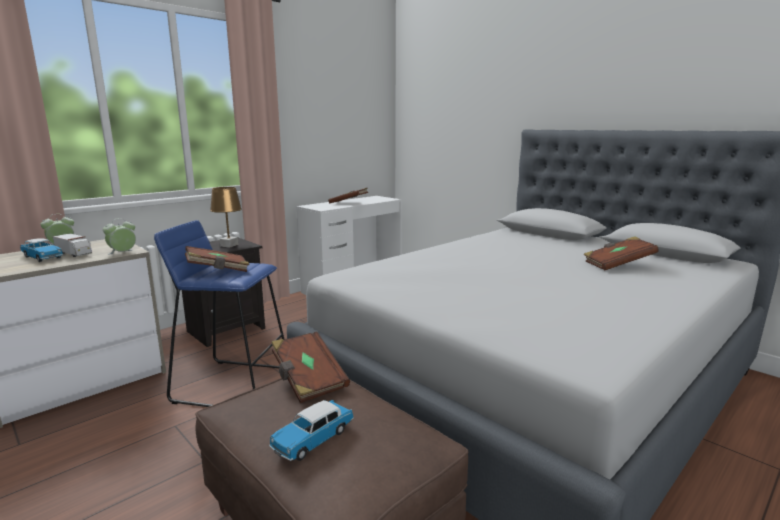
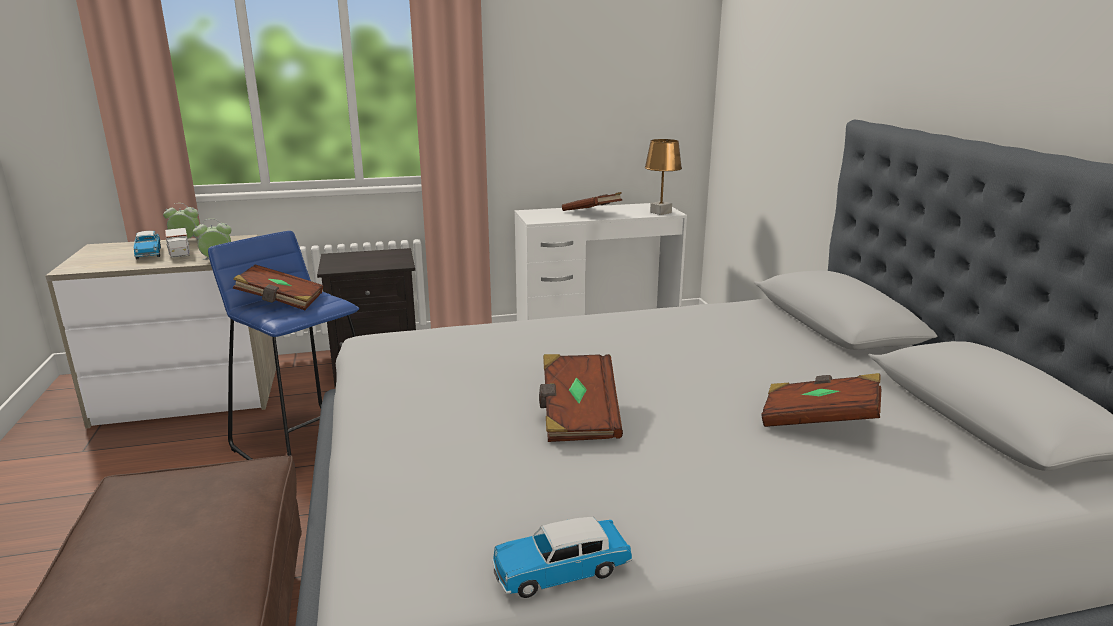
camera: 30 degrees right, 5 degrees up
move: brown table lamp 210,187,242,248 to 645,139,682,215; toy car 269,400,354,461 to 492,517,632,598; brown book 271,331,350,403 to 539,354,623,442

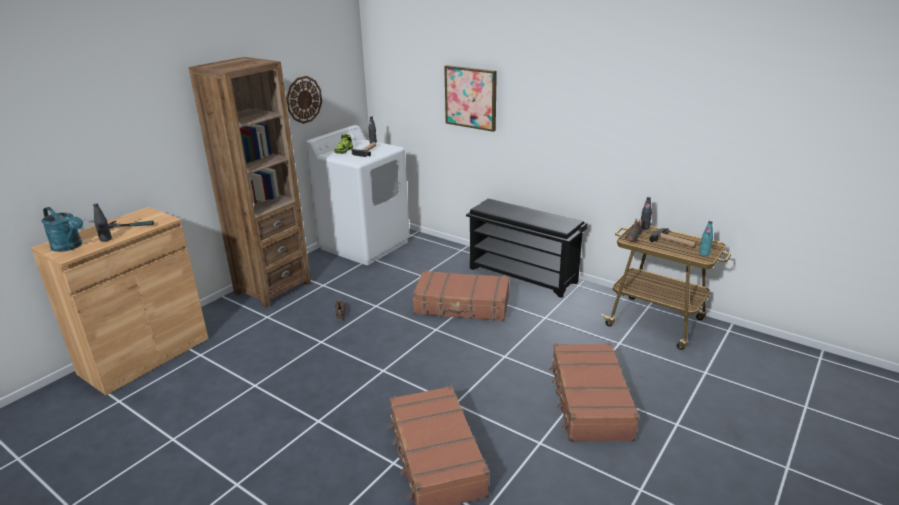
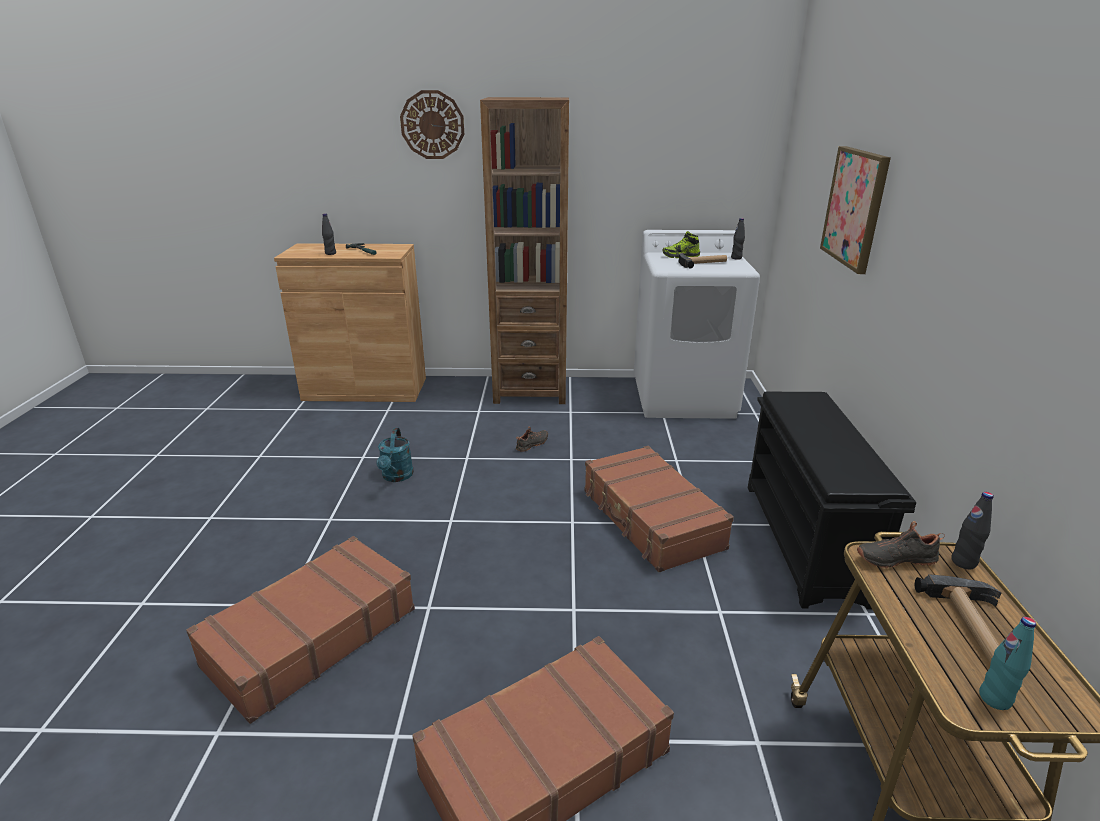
camera: 55 degrees right, 0 degrees up
move: turquoise watering can 41,207,83,252 to 376,428,414,482; wall clock 286,76,322,124 to 400,90,464,159

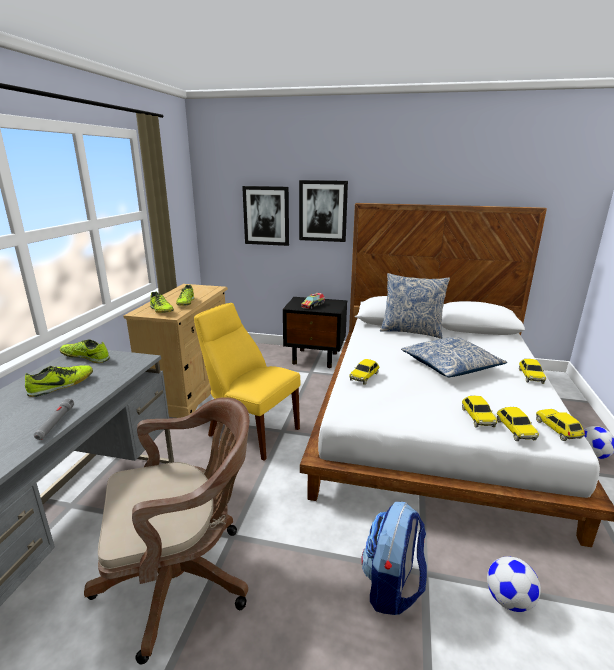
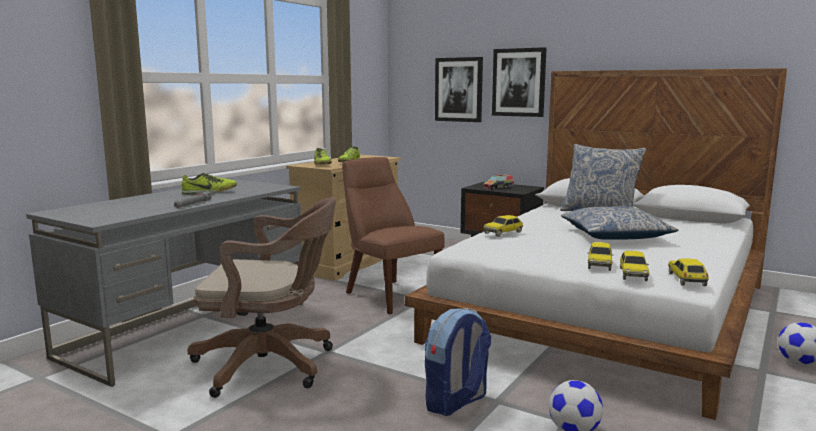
camera: 20 degrees right, 10 degrees down
delete: shoe 60,340,110,363; toy car 519,359,546,384
recolor: yellow chair 194,303,300,461 to brown chair 342,157,445,314

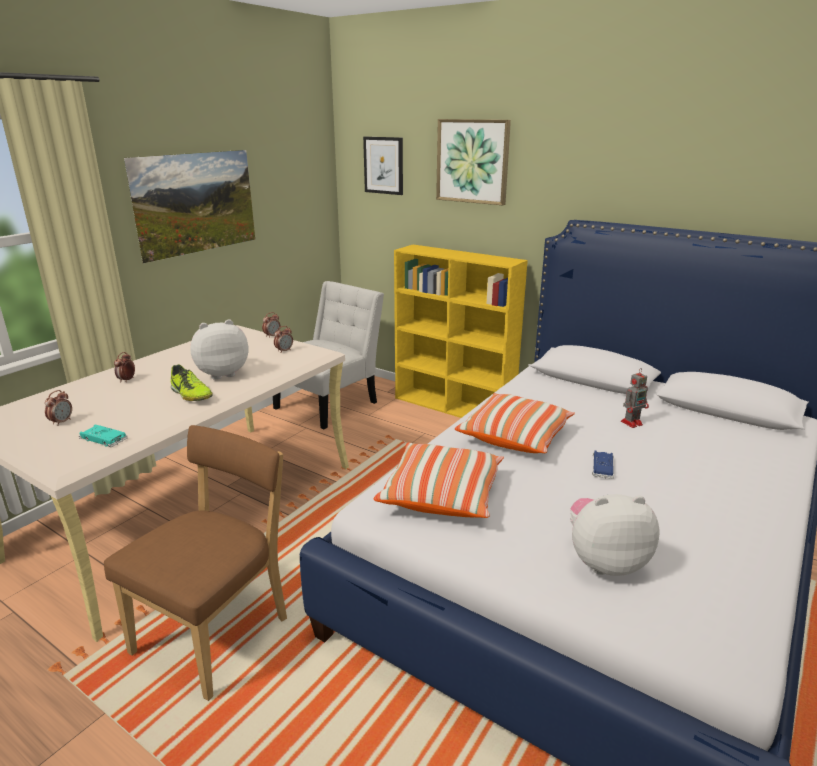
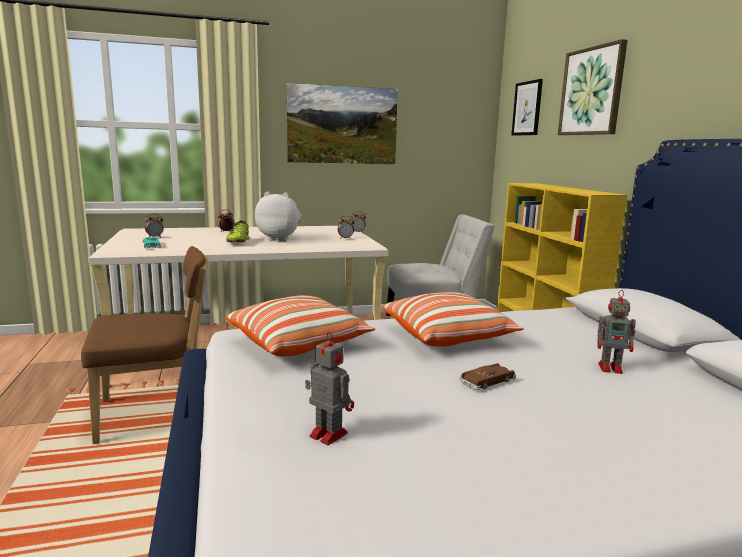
camera: 40 degrees right, 10 degrees down
replace: plush toy 570,494,659,576 to toy robot 305,331,354,445
recolor: blue toy car 592,450,614,479 to brown toy car 459,363,516,390

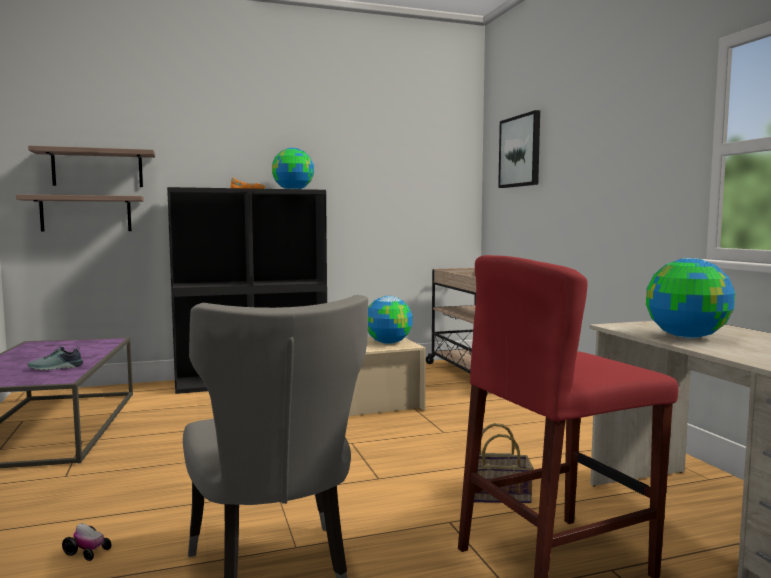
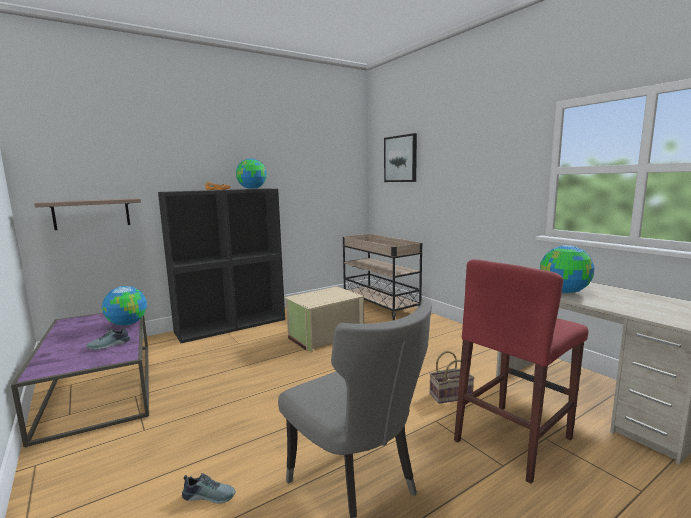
camera: 15 degrees left, 5 degrees up
delete: shelf 28,146,155,187
move: globe 368,296,412,344 to 102,286,147,326
replace: toy car 62,523,111,561 to shoe 182,473,235,504

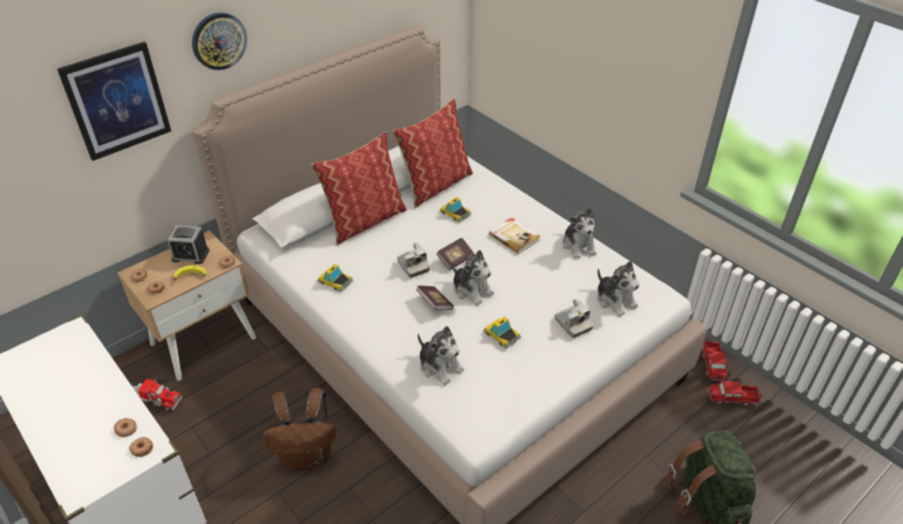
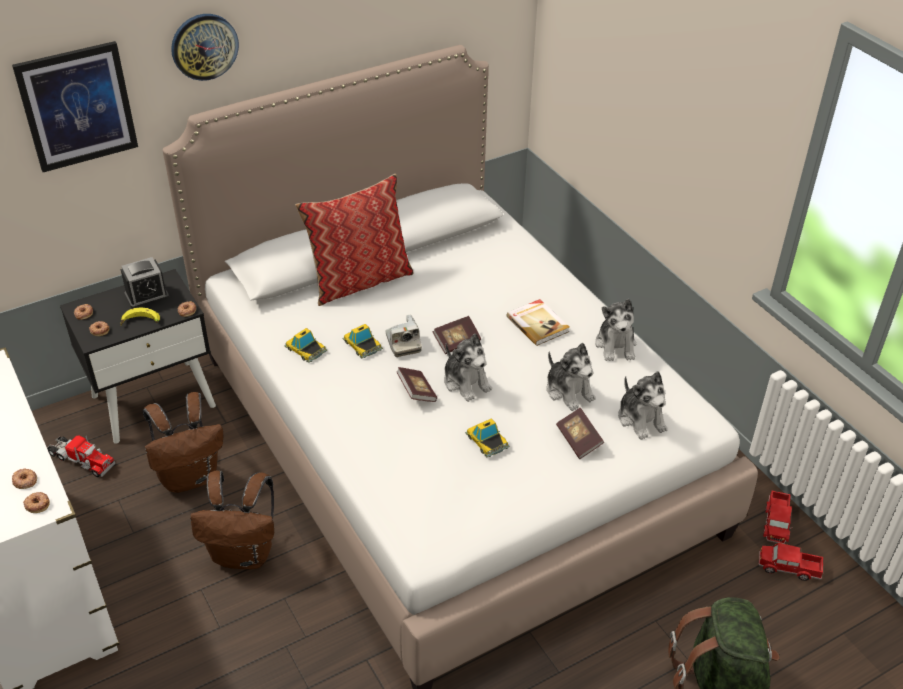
camera: 10 degrees right, 0 degrees up
delete: pillow 392,99,473,208
insert: brown backpack 143,392,223,493
move: plush toy 418,326,464,385 to 547,343,596,411; toy car 439,197,472,222 to 343,324,383,358
replace: photo camera 554,298,593,338 to book 556,408,604,459
recolor: beige nightstand 117,230,256,381 to black nightstand 60,269,216,444
rotate: alarm clock 167,225,210,264 = 121,257,169,309 45 degrees counterclockwise

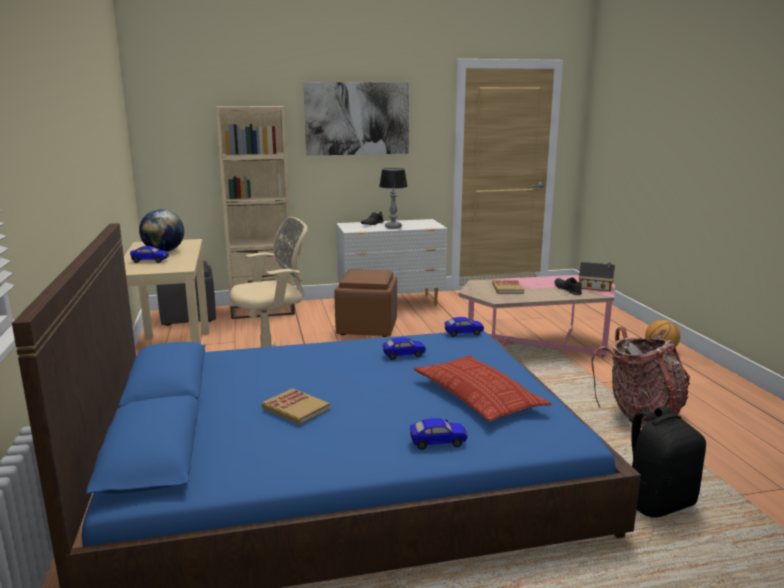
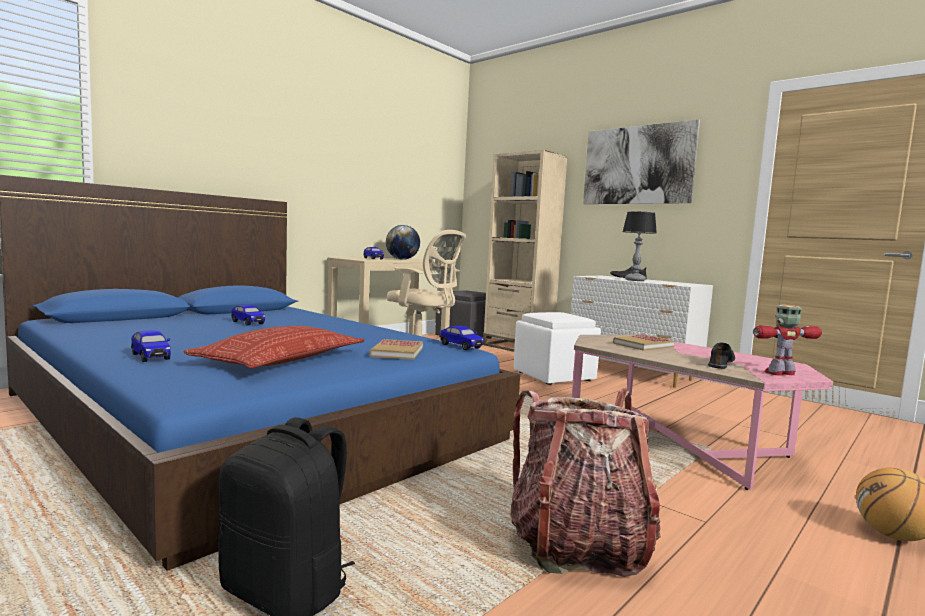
camera: 55 degrees right, 10 degrees down
move: book 262,388,330,425 to 370,339,423,360; toy car 383,337,426,360 to 231,305,265,326
replace: toy house 579,262,615,292 to toy robot 753,305,822,376
recolor: brown ottoman 334,269,397,337 to white ottoman 514,312,601,385

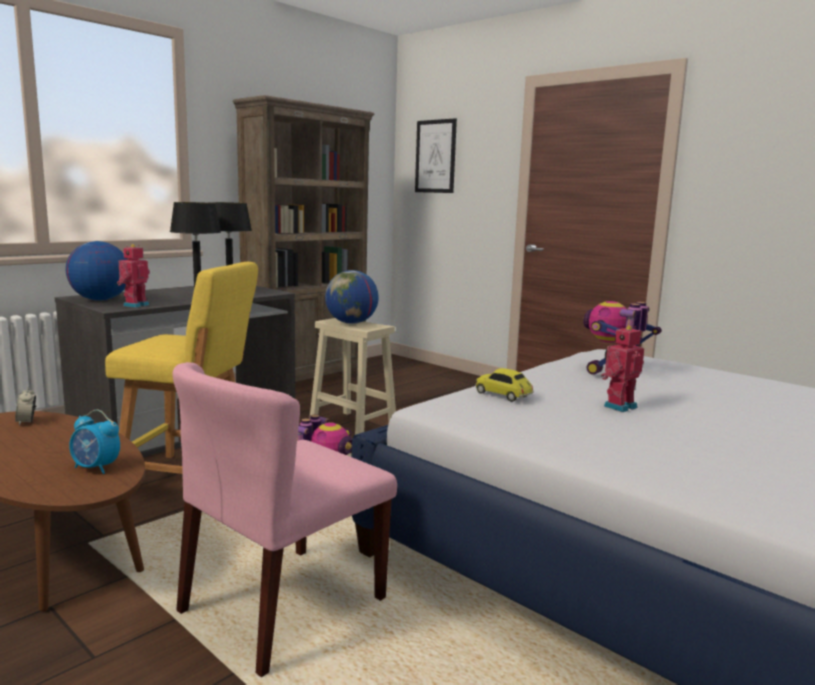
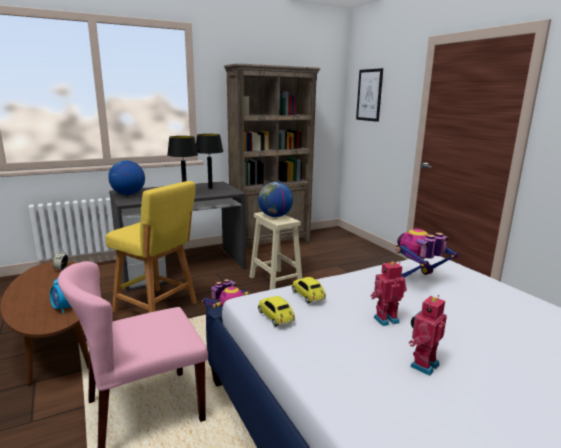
camera: 20 degrees right, 5 degrees up
insert: toy car 258,296,295,327
move: toy robot 117,244,150,308 to 409,295,447,376

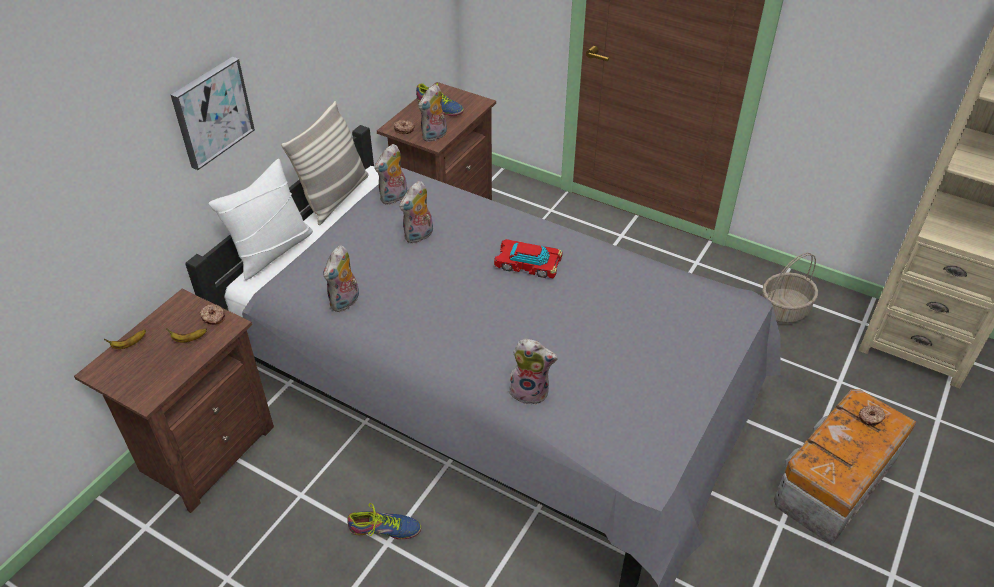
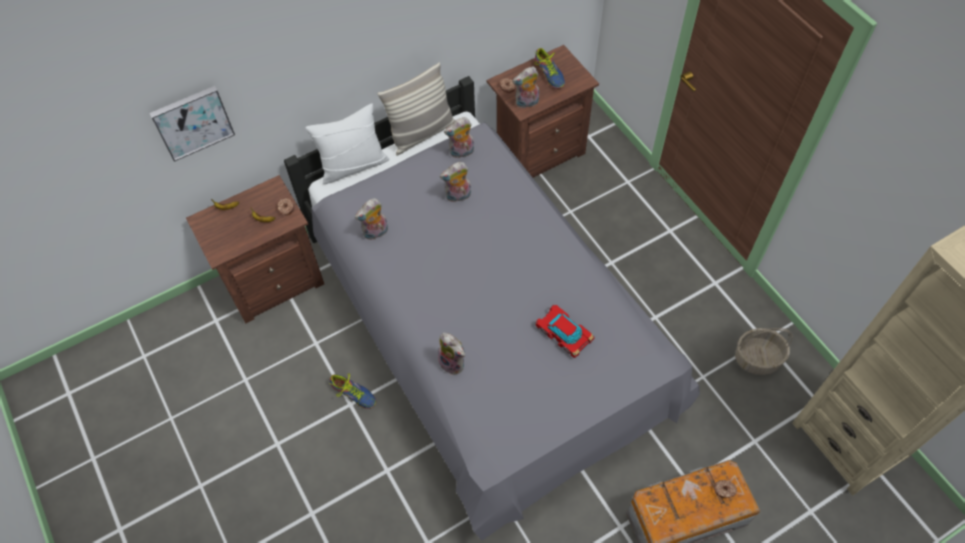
camera: 30 degrees right, 15 degrees up
move: picture 171,57,255,170 to 149,86,235,162; toy car 494,239,563,278 to 536,305,595,358

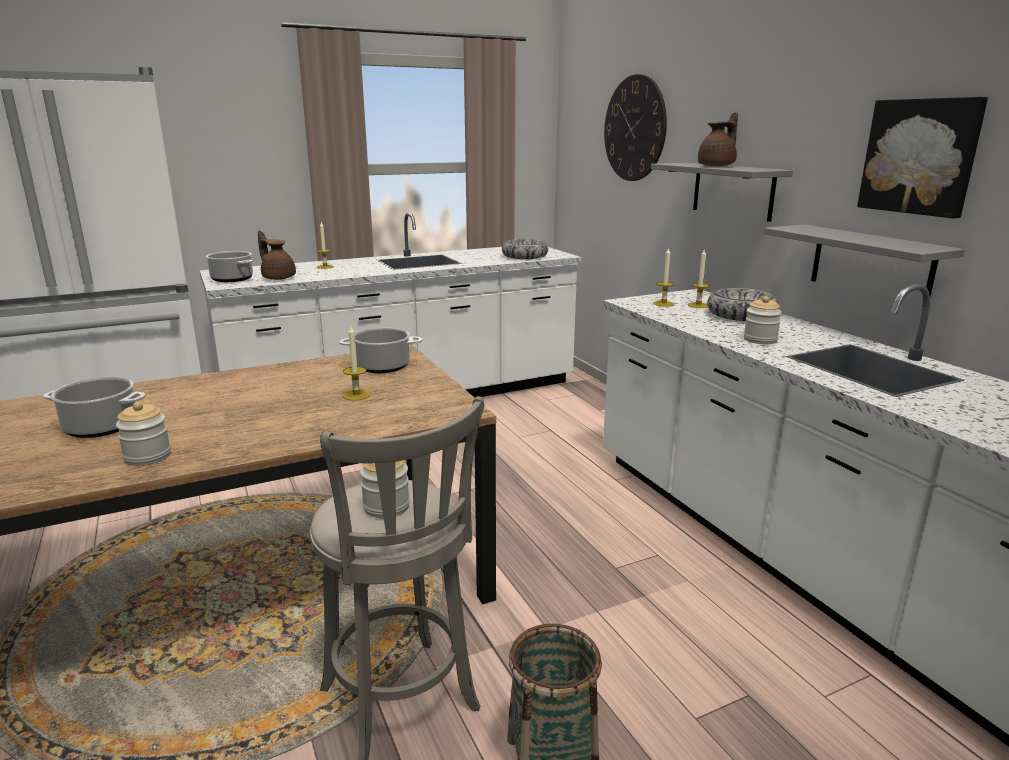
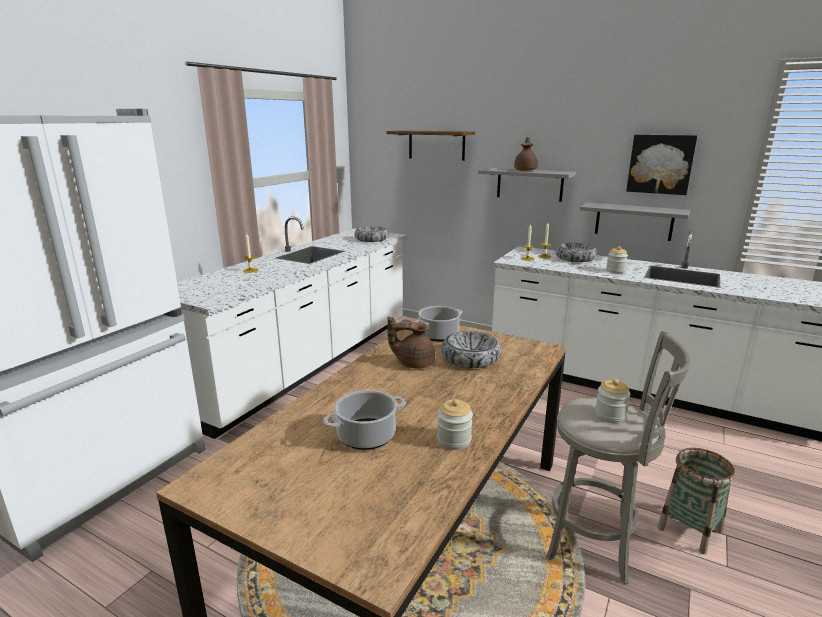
camera: 35 degrees left, 0 degrees up
delete: cooking pot 206,251,253,282
move: brown teapot 258,230,296,280 to 388,316,435,369
replace: candle 343,326,370,401 to bowl 441,331,501,368; wall clock 604,74,667,181 to shelf 387,130,475,161

